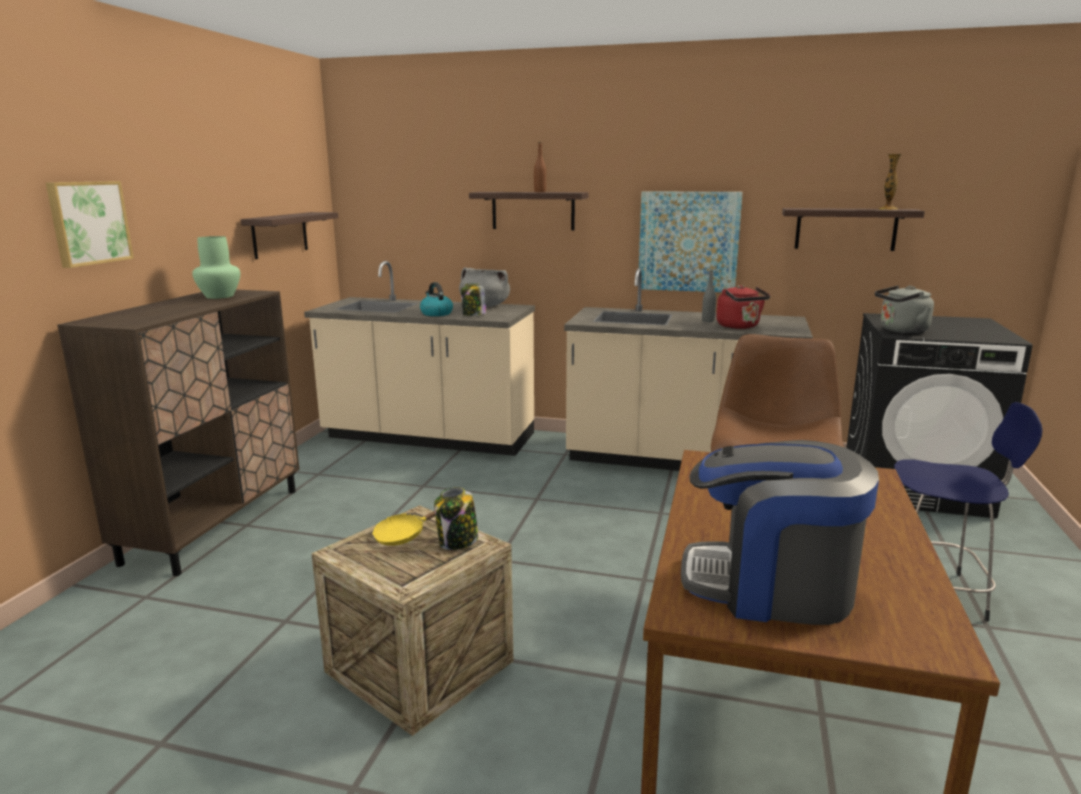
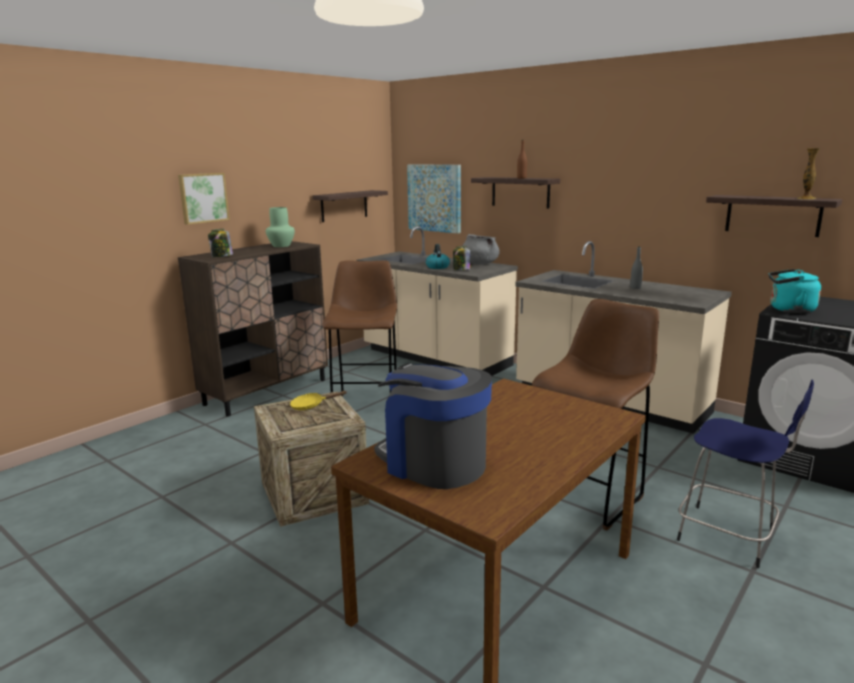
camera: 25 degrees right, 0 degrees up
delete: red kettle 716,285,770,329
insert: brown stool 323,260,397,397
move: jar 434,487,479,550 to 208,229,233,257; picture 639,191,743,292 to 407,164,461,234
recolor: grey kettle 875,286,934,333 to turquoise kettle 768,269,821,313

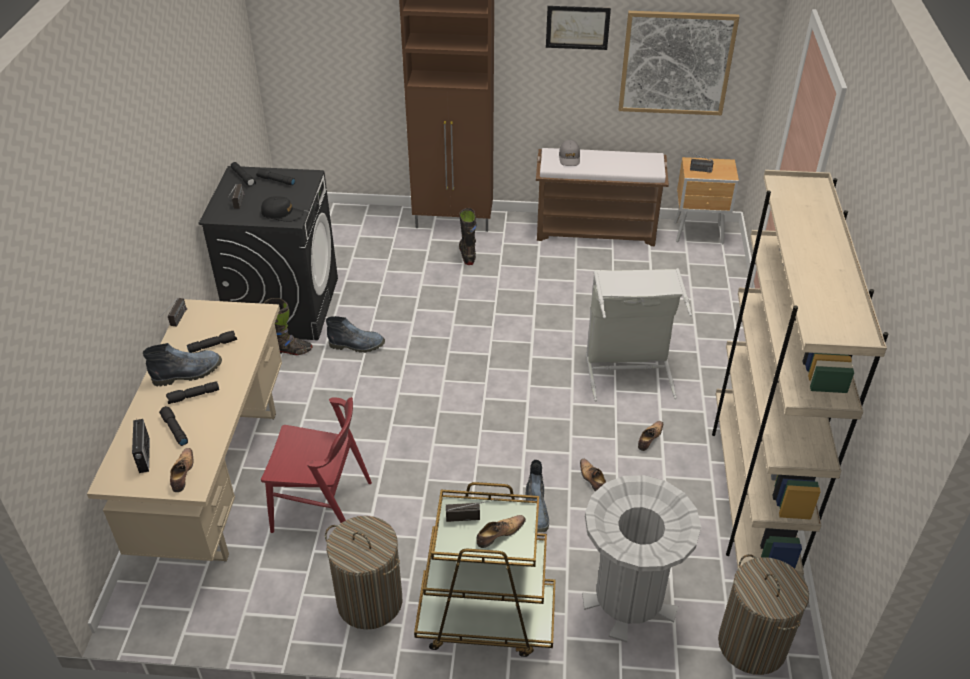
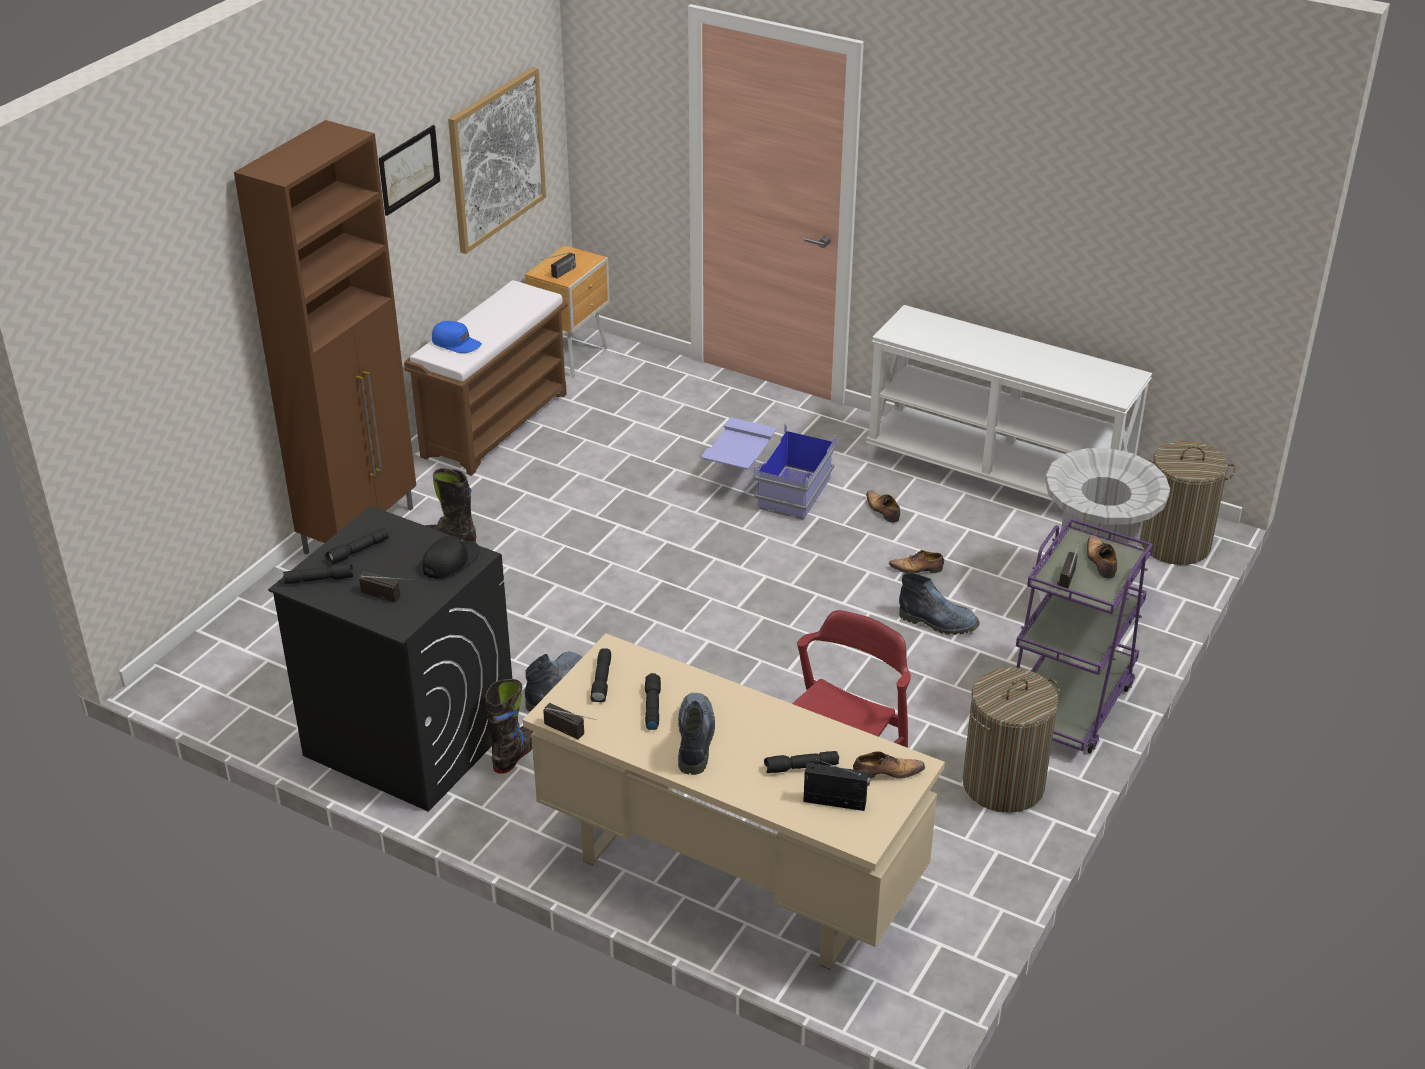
camera: 65 degrees left, 5 degrees down
move: black flashlight 166,381,220,404 to 590,648,611,702
replace: grey laundry basket 586,268,692,401 to blue storage box 701,418,837,520; beige bookcase 712,170,889,577 to white console table 866,305,1152,501
recolor: brown cart 414,482,555,657 to purple cart 1016,518,1153,754; grey cap 559,140,580,166 to blue cap 432,321,482,353
rotate: shoe 170,448,193,492 = 853,751,925,779 150 degrees clockwise

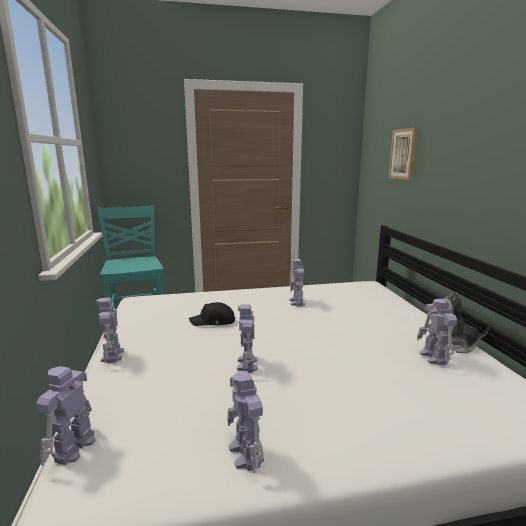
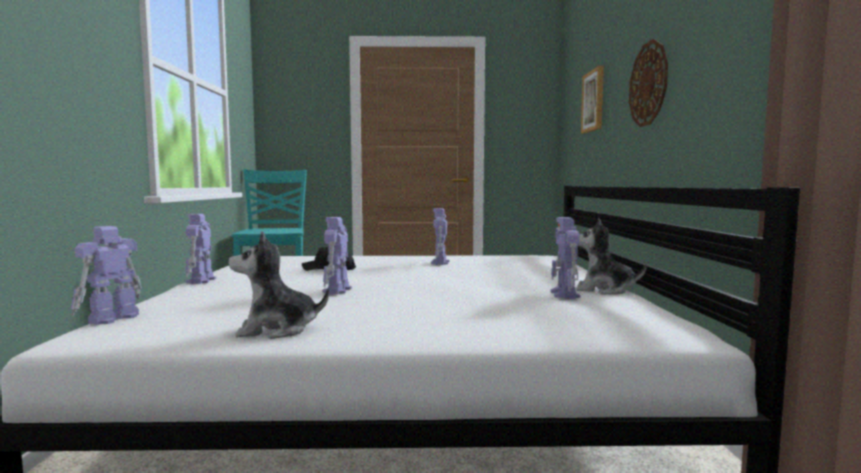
camera: 10 degrees right, 10 degrees down
insert: wall clock 629,39,668,127
replace: toy robot 227,371,264,473 to plush toy 229,231,329,339

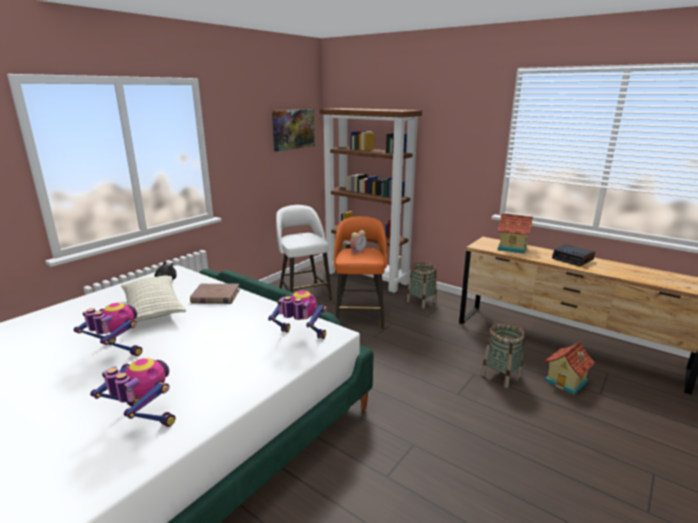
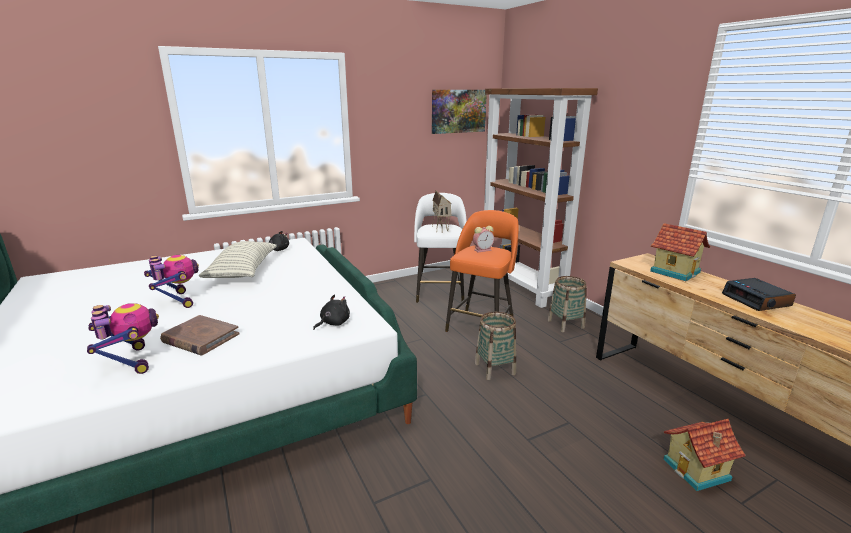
camera: 25 degrees right, 0 degrees up
insert: toy house 432,190,452,233
move: brown book 190,284,240,304 to 160,315,240,355; basket 481,323,525,388 to 475,312,516,380
replace: toy robot 268,291,327,339 to black plush toy 313,294,350,330

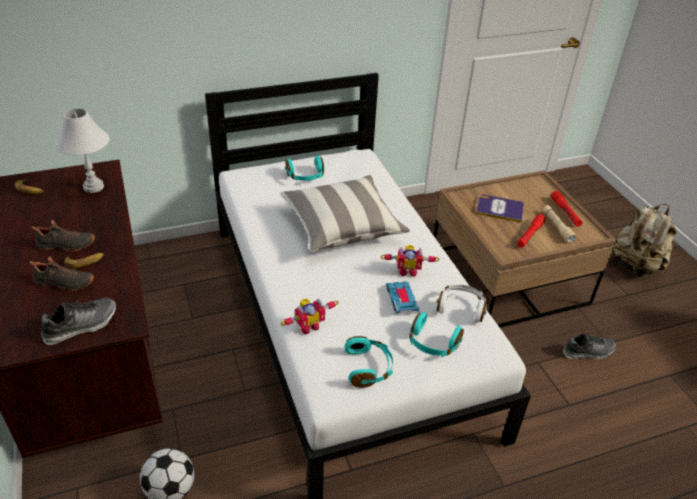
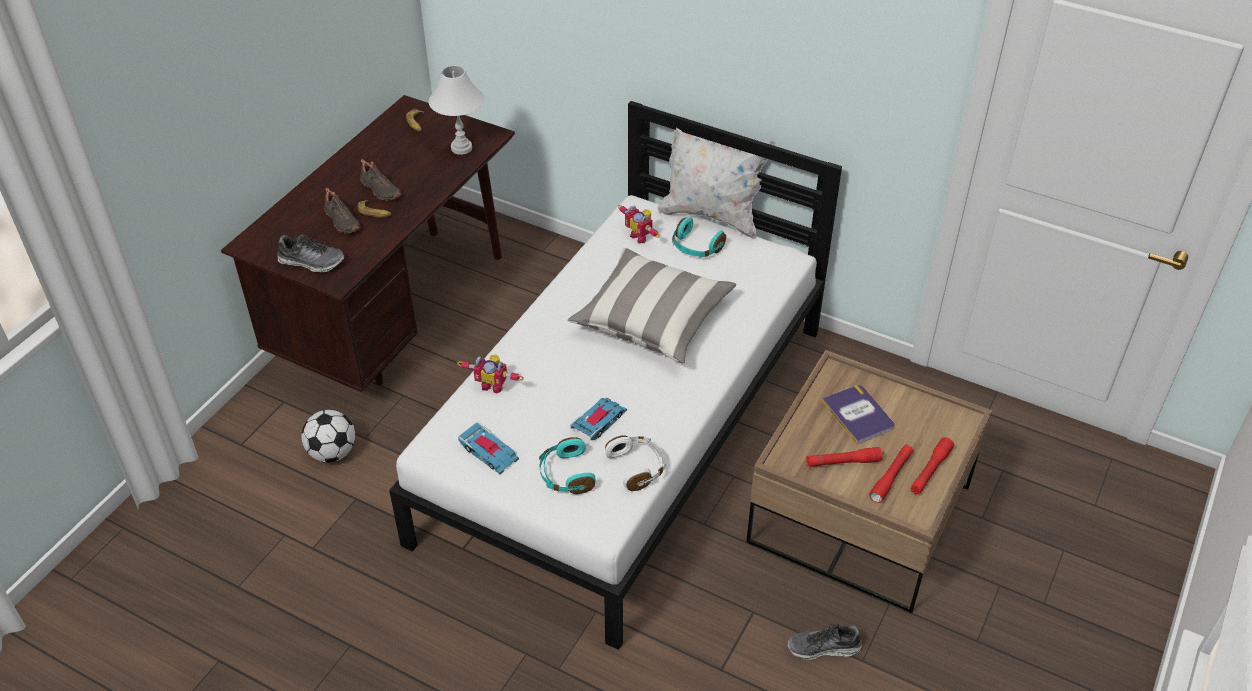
camera: 50 degrees right, 5 degrees up
delete: beige backpack 613,204,676,277
insert: white pillow 658,128,774,239
move: toy robot 381,245,439,277 to 618,205,660,244
replace: turquoise headphones 345,336,393,388 to toy car 458,422,519,474
recolor: beige flashlight 543,205,576,243 to red flashlight 869,444,913,503
rotate: shoe 563,333,616,359 = 788,624,862,660 135 degrees clockwise

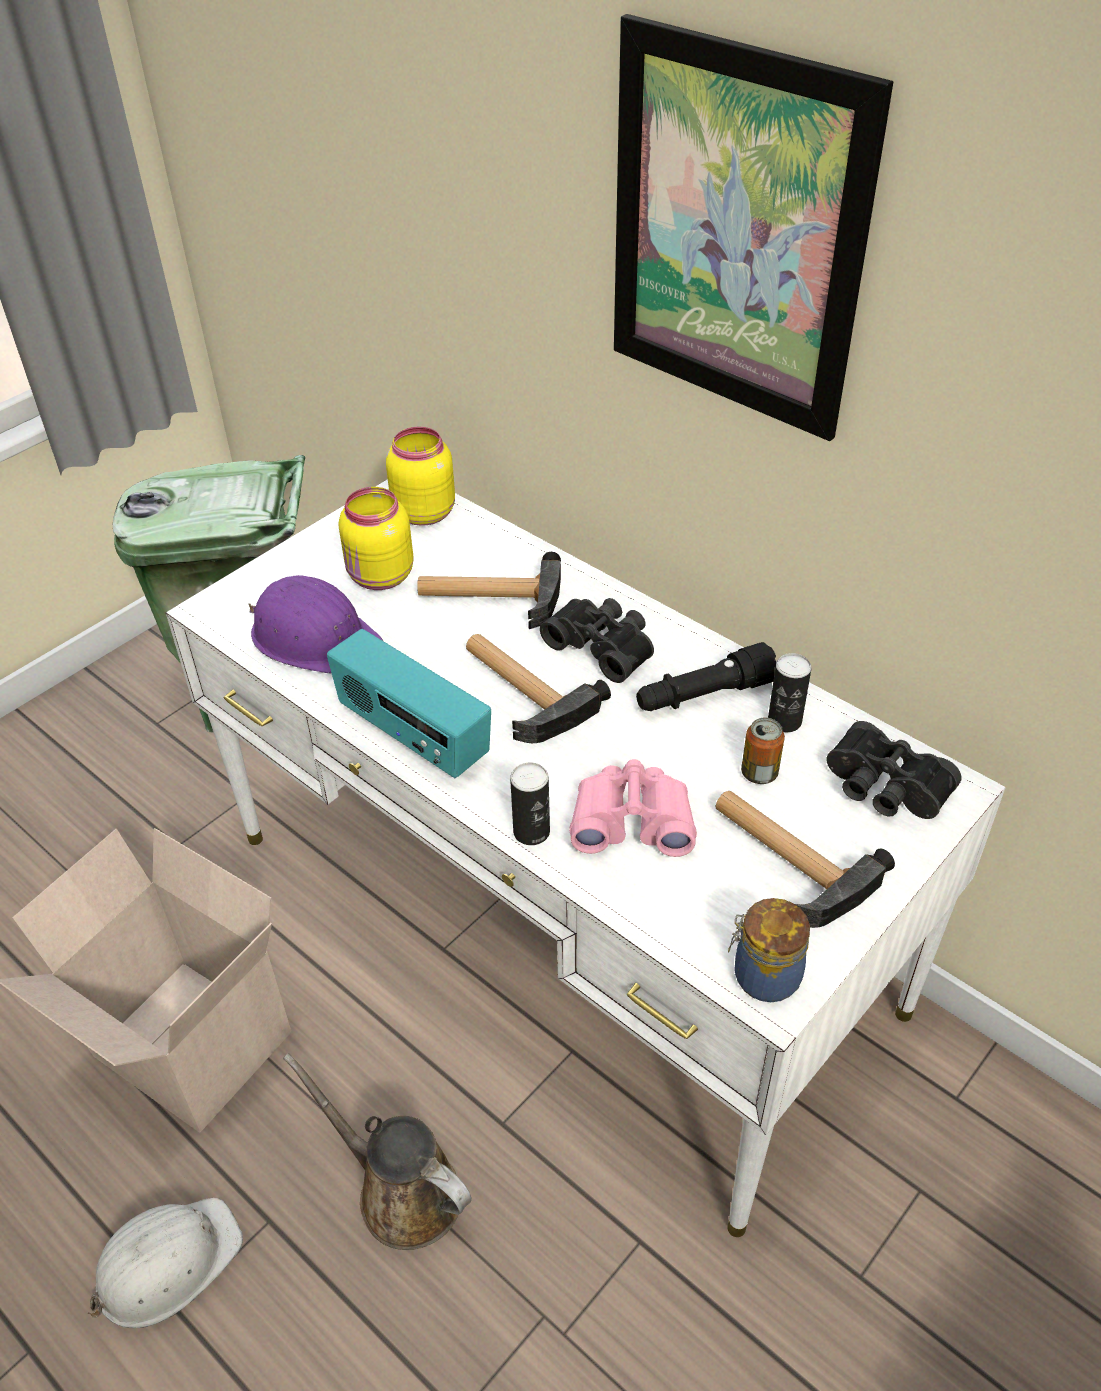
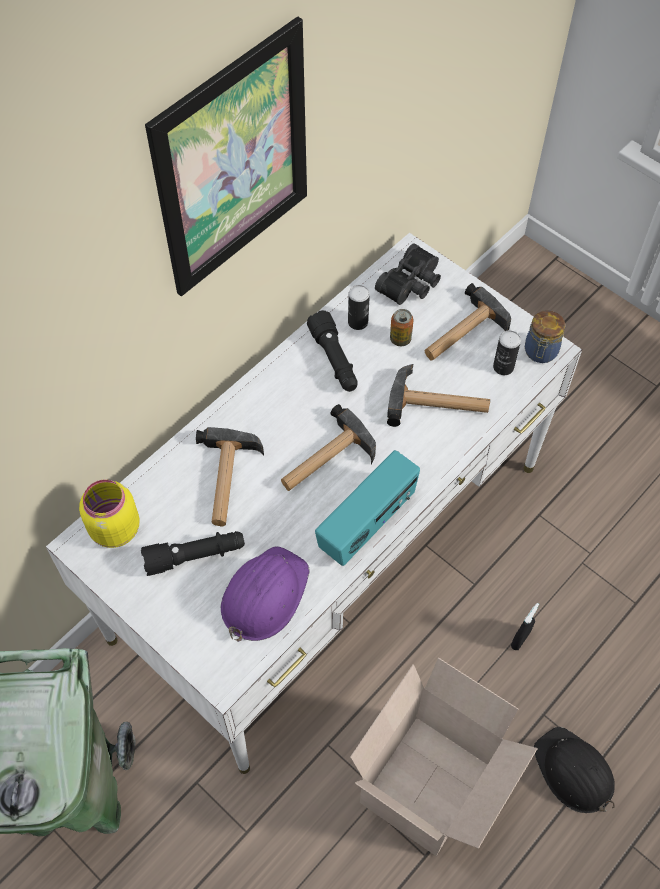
camera: 90 degrees left, 15 degrees up
delete: black binoculars 540,598,654,683
move: can 510,762,550,845 to 493,330,521,375
replace: brown watering can 283,1053,472,1250 to black spray bottle 511,603,539,650; yellow jar 338,487,414,590 to black flashlight 141,531,245,576; pink binoculars 569,759,697,857 to hammer 387,364,490,427
recolor: white hard hat 87,1198,243,1328 to black hard hat 534,727,615,813

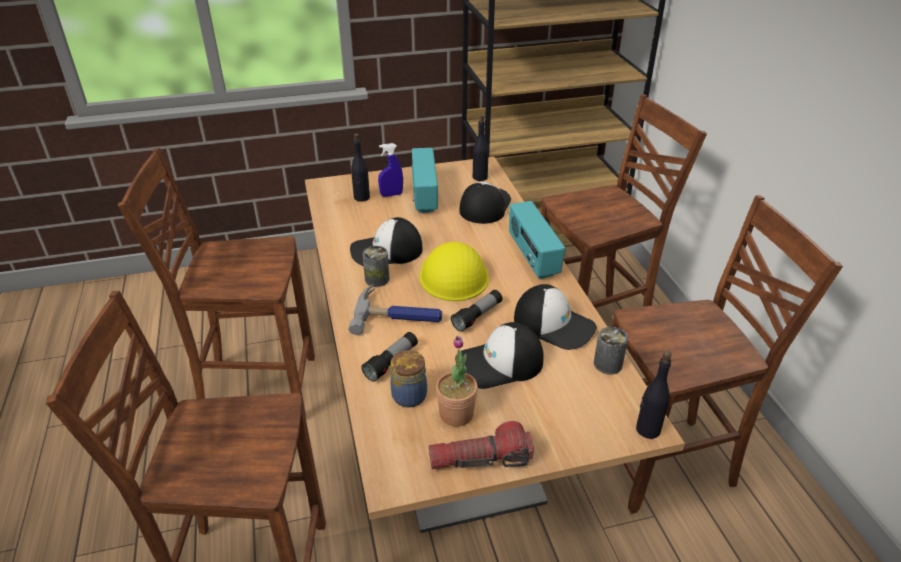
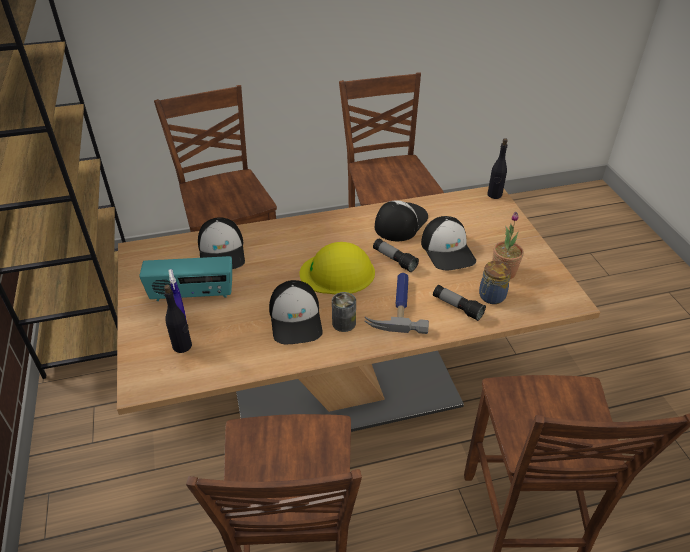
camera: 90 degrees left, 5 degrees up
delete: flashlight 429,421,534,470; black bottle 473,115,489,181; radio 509,201,566,279; can 594,327,628,375
rotate: cap 459,182,511,224 = 198,217,245,269 120 degrees counterclockwise

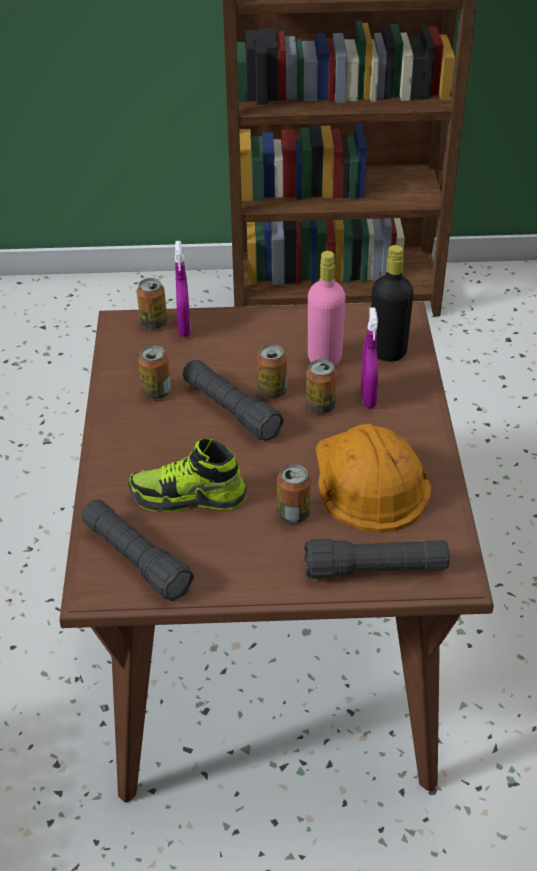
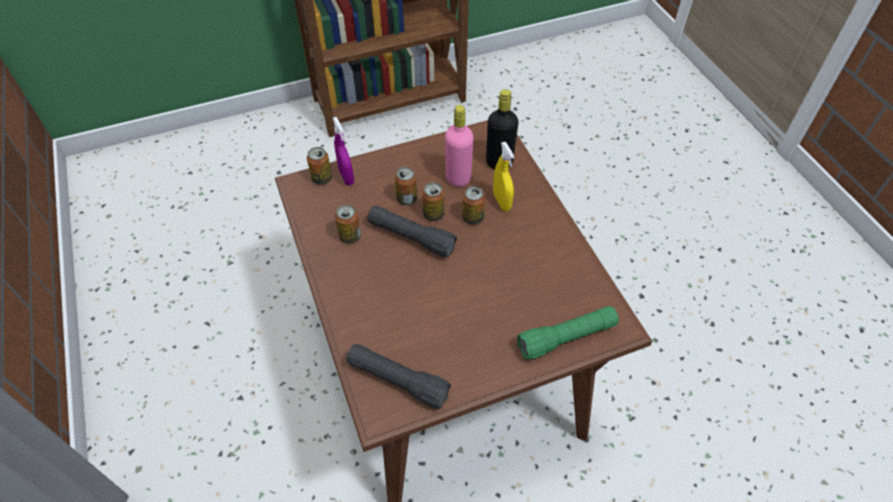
camera: 20 degrees left, 10 degrees up
delete: shoe 128,438,247,512; orange hard hat 316,424,431,533
move: can 277,464,311,523 to 395,167,417,205
recolor: black flashlight 304,539,450,579 to green flashlight 517,306,619,360; purple spray bottle 361,307,378,408 to yellow spray bottle 493,142,514,211

